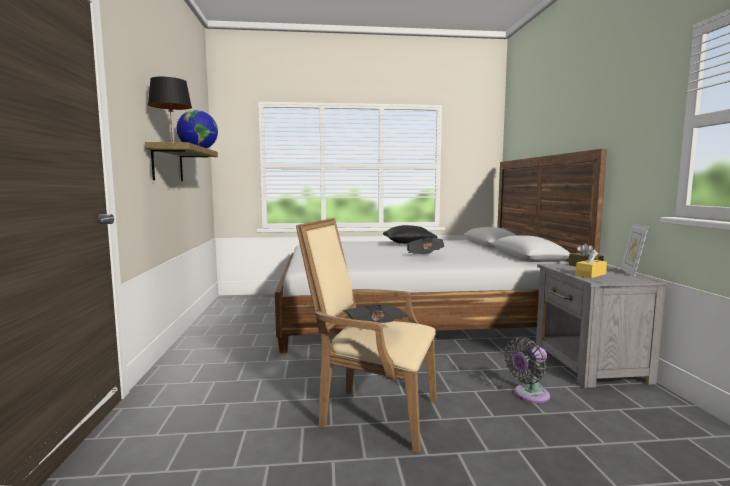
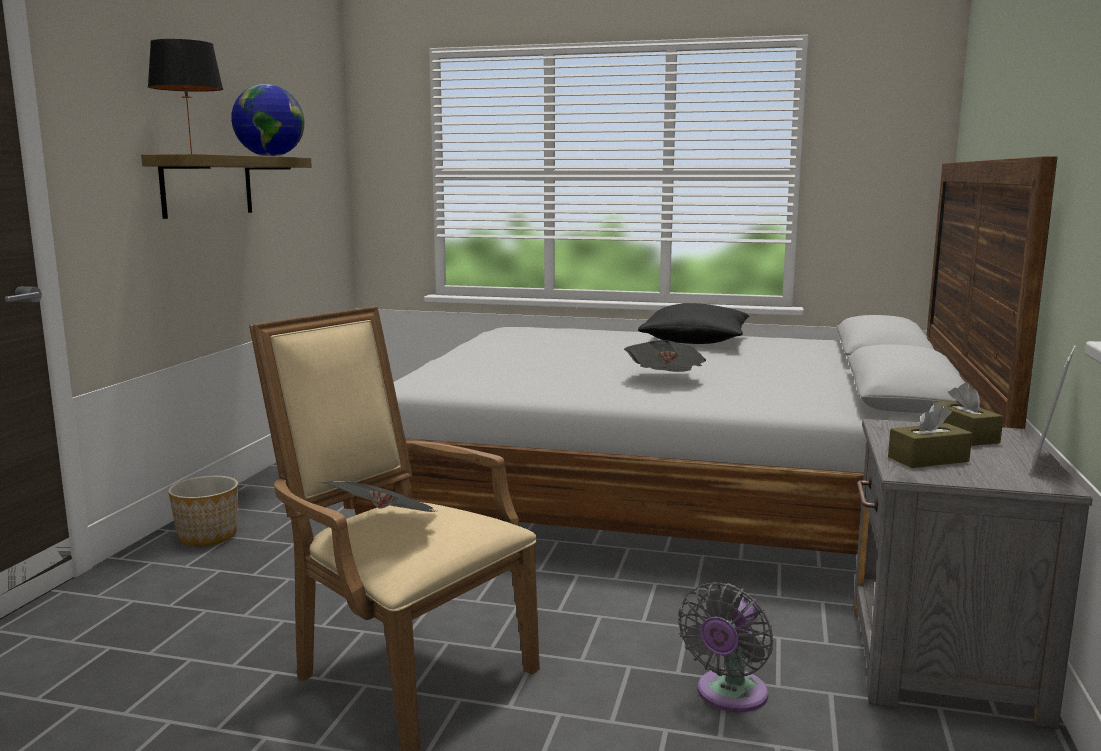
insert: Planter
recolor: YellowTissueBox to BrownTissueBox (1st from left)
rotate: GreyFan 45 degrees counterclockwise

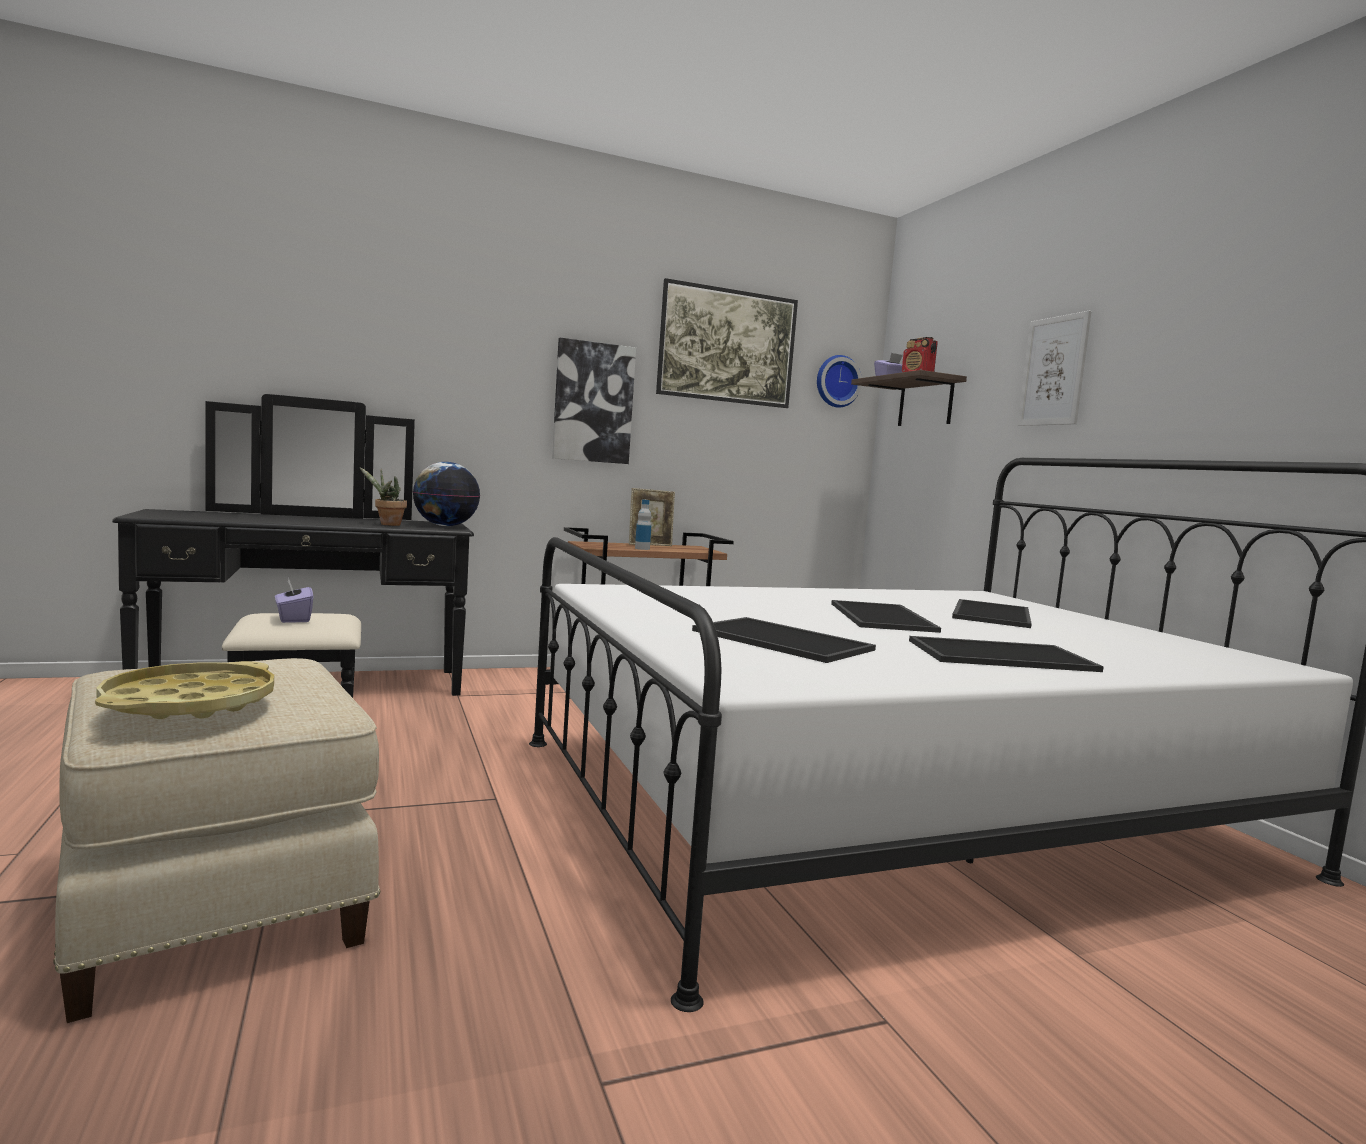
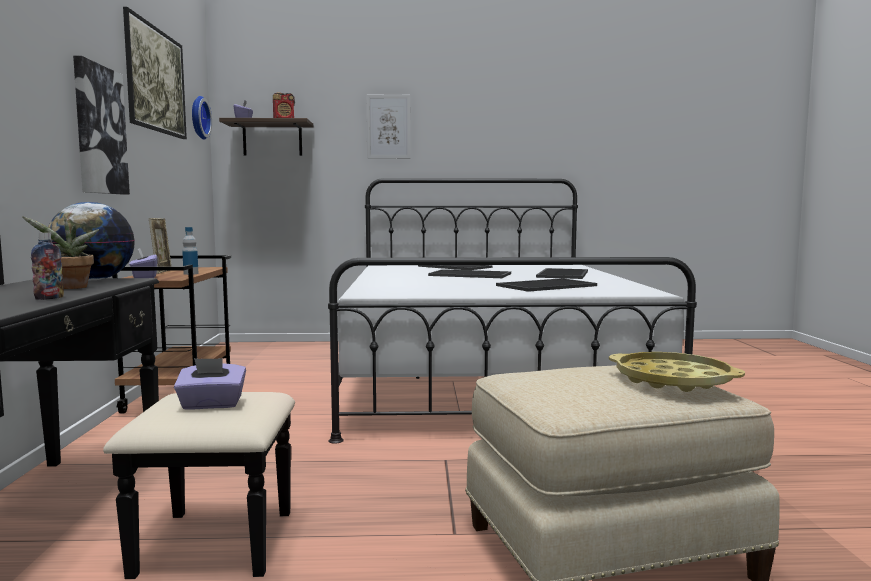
insert: Bottle (1st from left); PurpleTissueBox (1st from left)

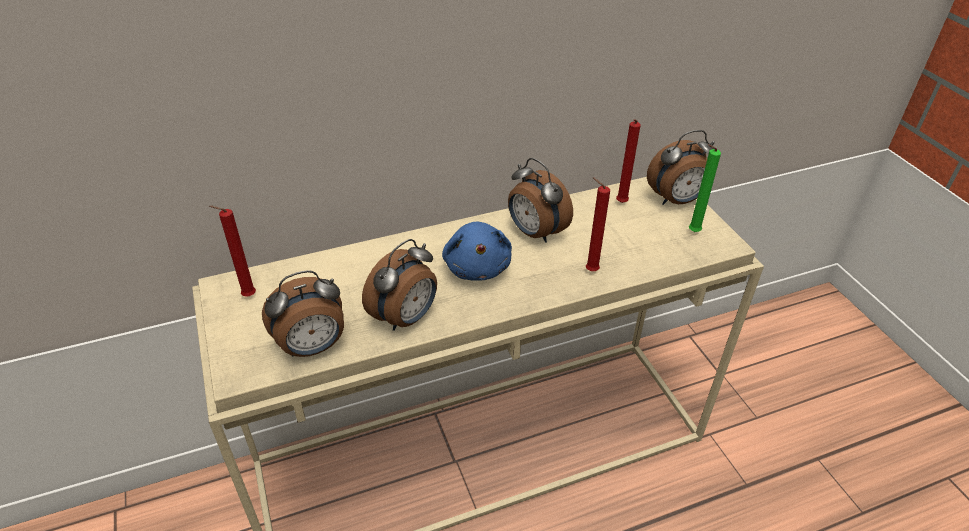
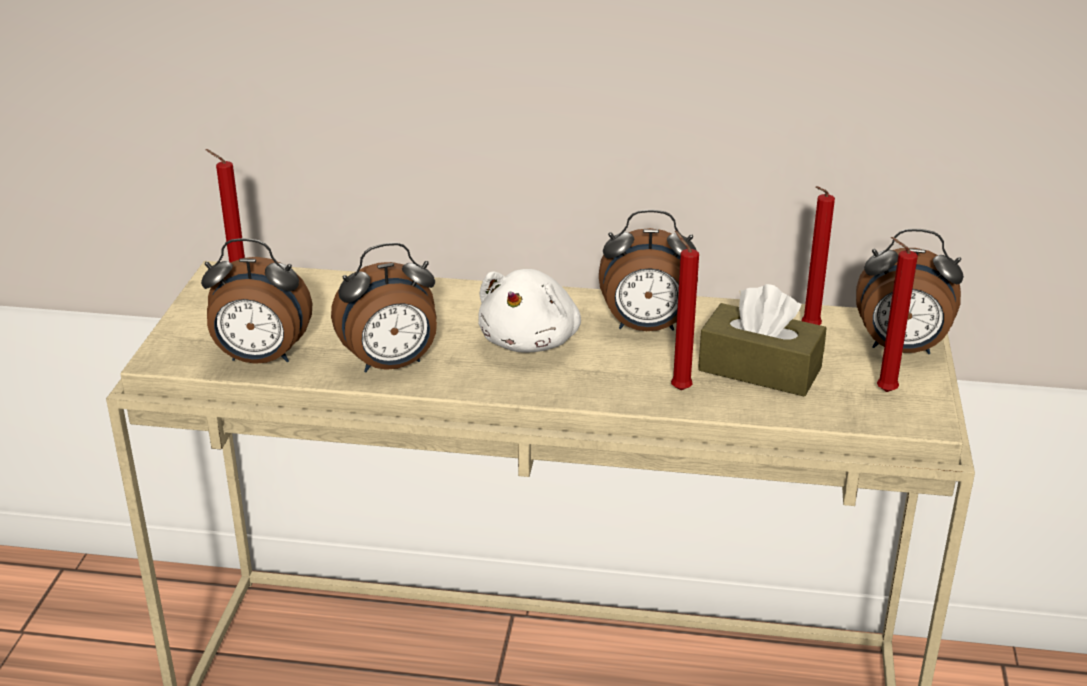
insert: BrownTissueBox
recolor: BluePlushToy to WhitePlushToy; GreenCandle to RedCandle (4th from left)
rotate: AlarmClock (3rd from left) 75 degrees counterclockwise

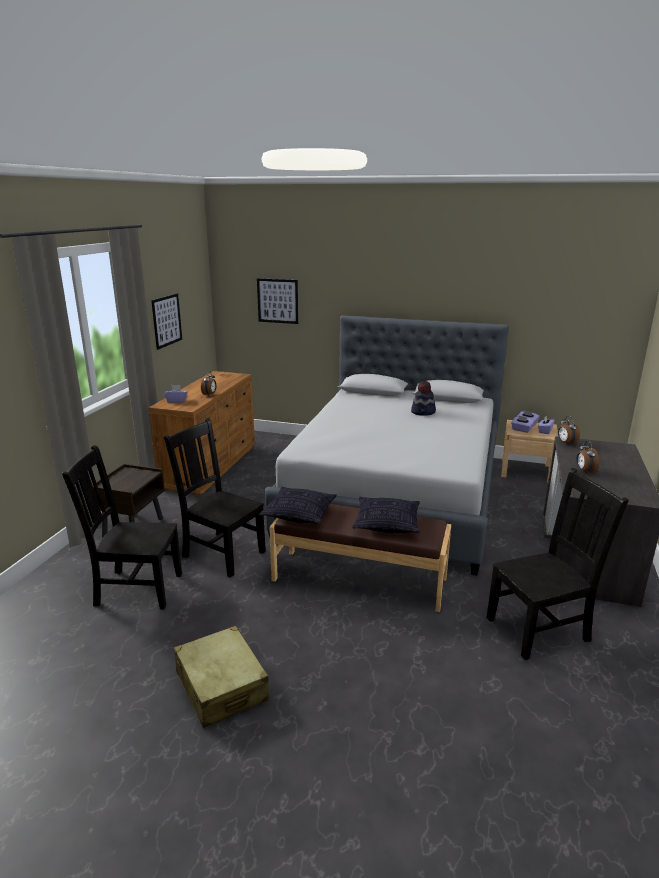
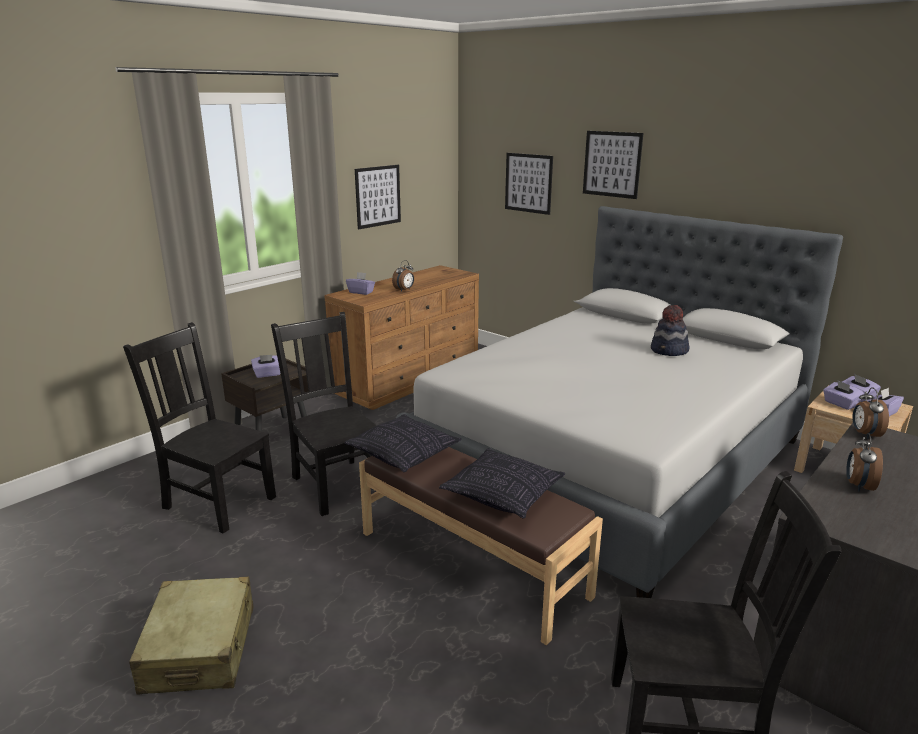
insert: PurpleTissueBox (1st from left); Picture (3rd from left)

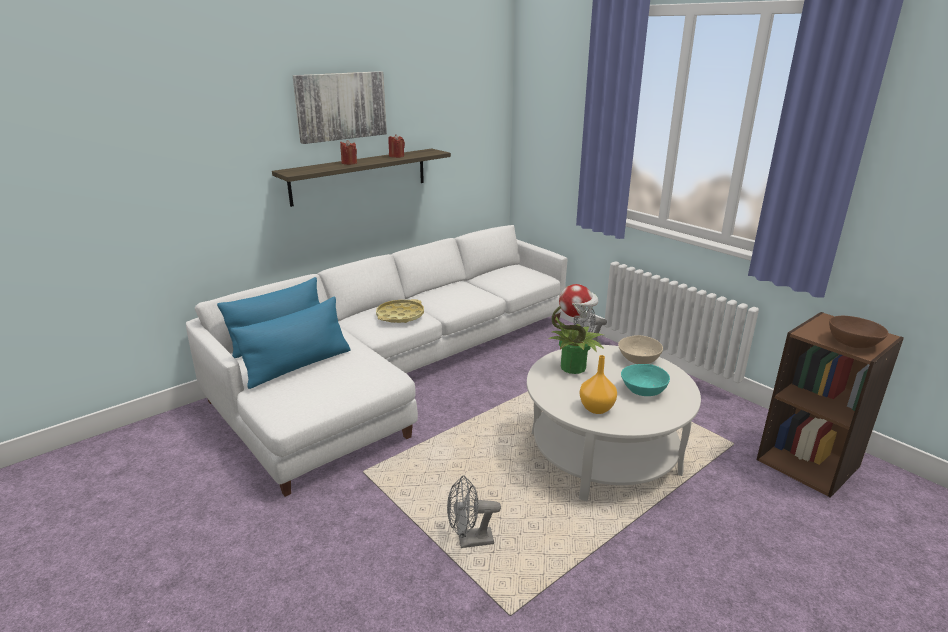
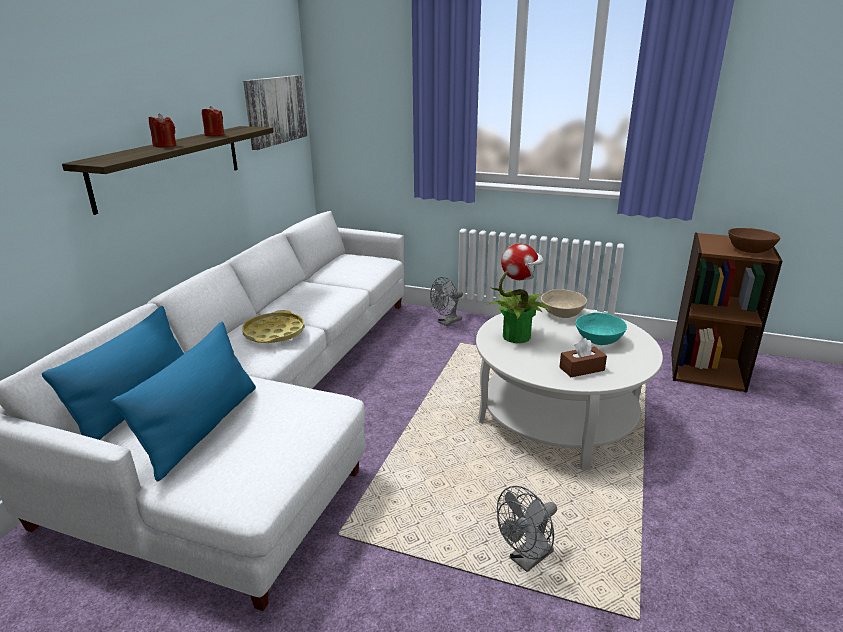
move: Picture
replace: OrangeVase to BrownTissueBox

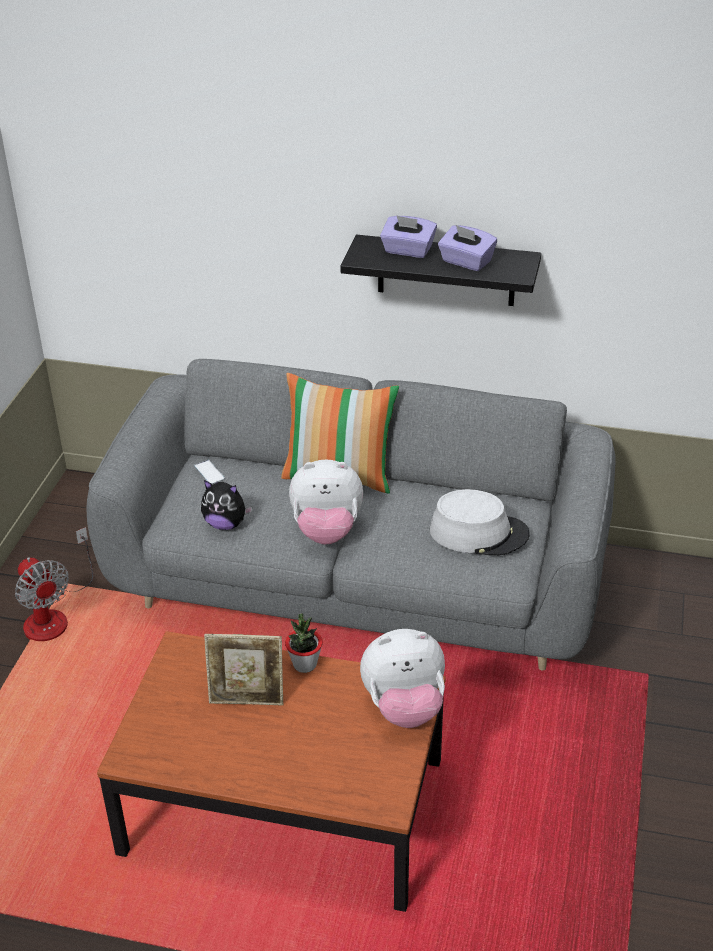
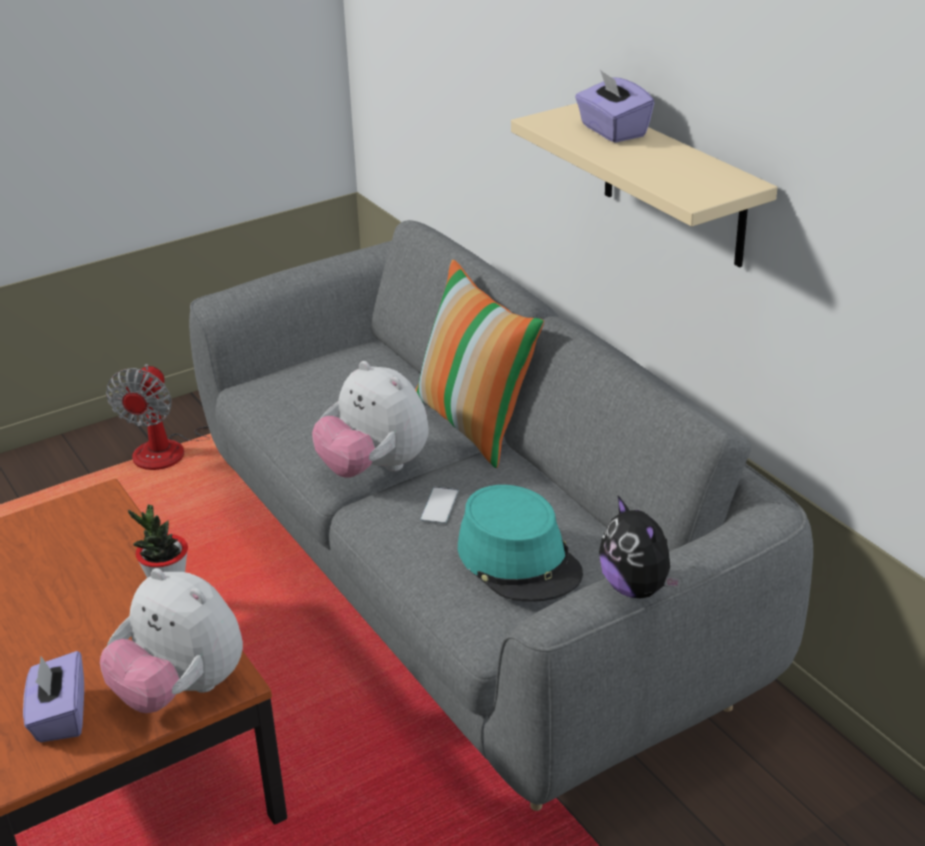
delete: PictureFrame
move: Phone; PlushToy (1st from left in the first image) to PlushToy (3rd from left); PurpleTissueBox (2nd from left in the first image) to PurpleTissueBox (1st from left)
recolor: BlackShelf to BeigeShelf; GreyHat to TurquoiseHat

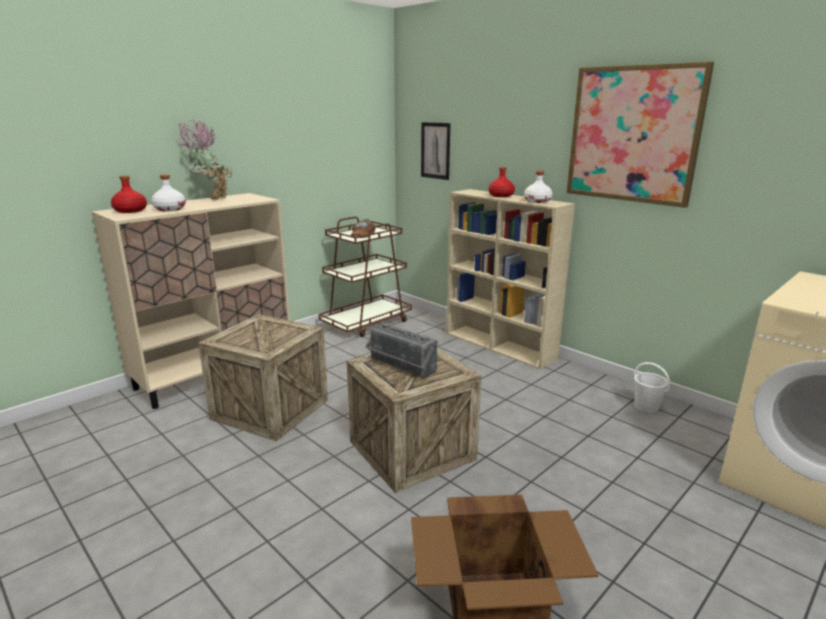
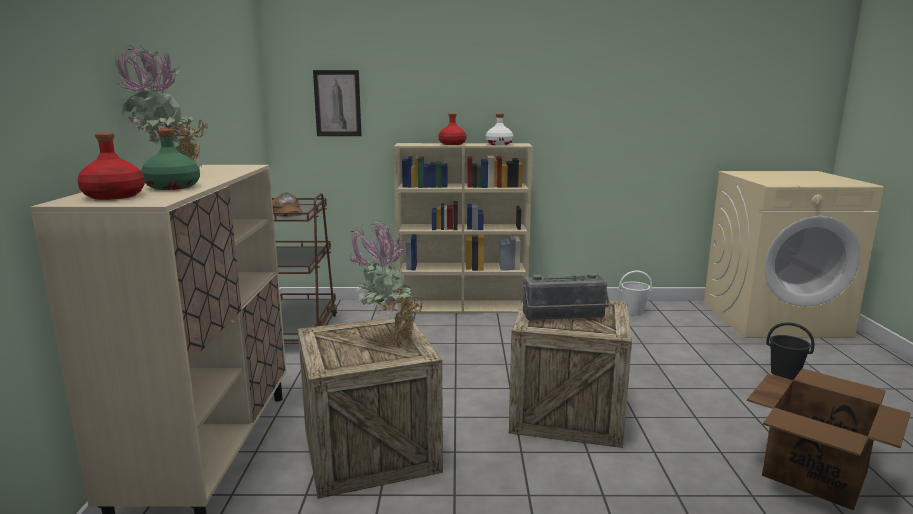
delete: Picture (2nd from left)
insert: PottedPlant (2nd from left); BlackBucket
recolor: WhiteBottle (1st from left) to GreenBottle

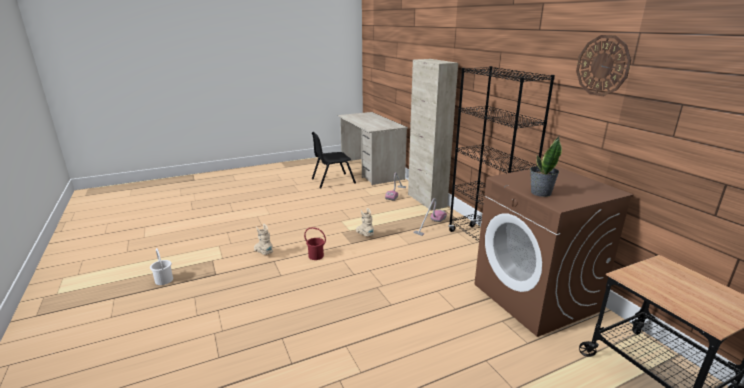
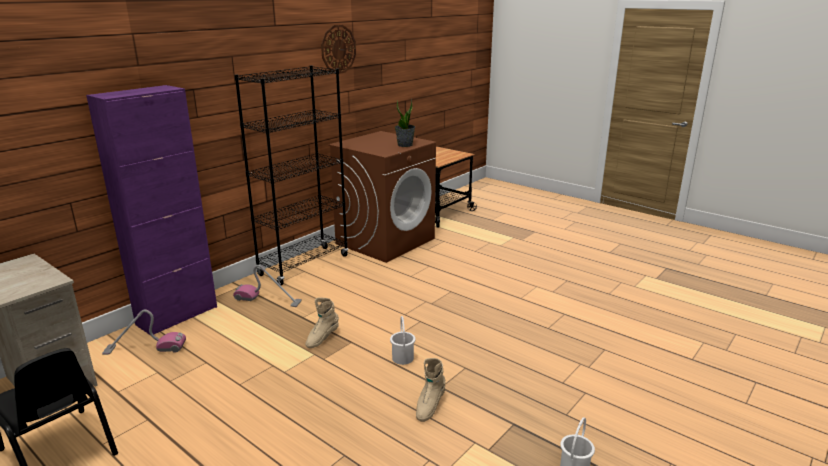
recolor: RedBucket to WhiteBucket (1st from left); BeigeCabinet to PurpleCabinet

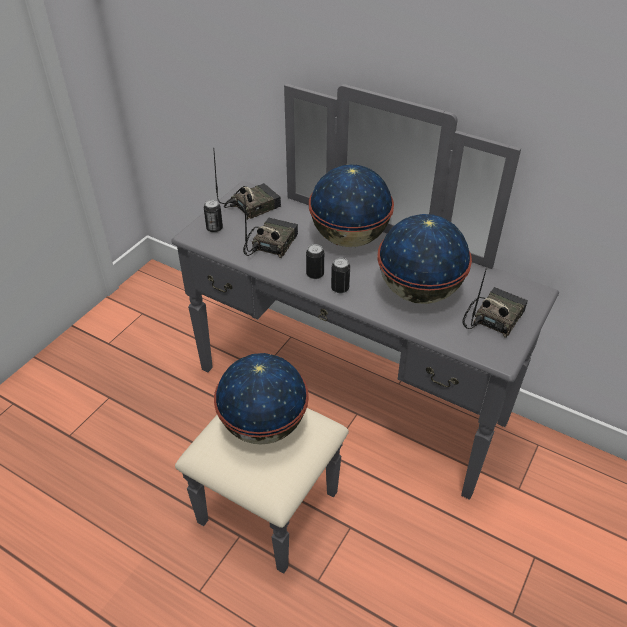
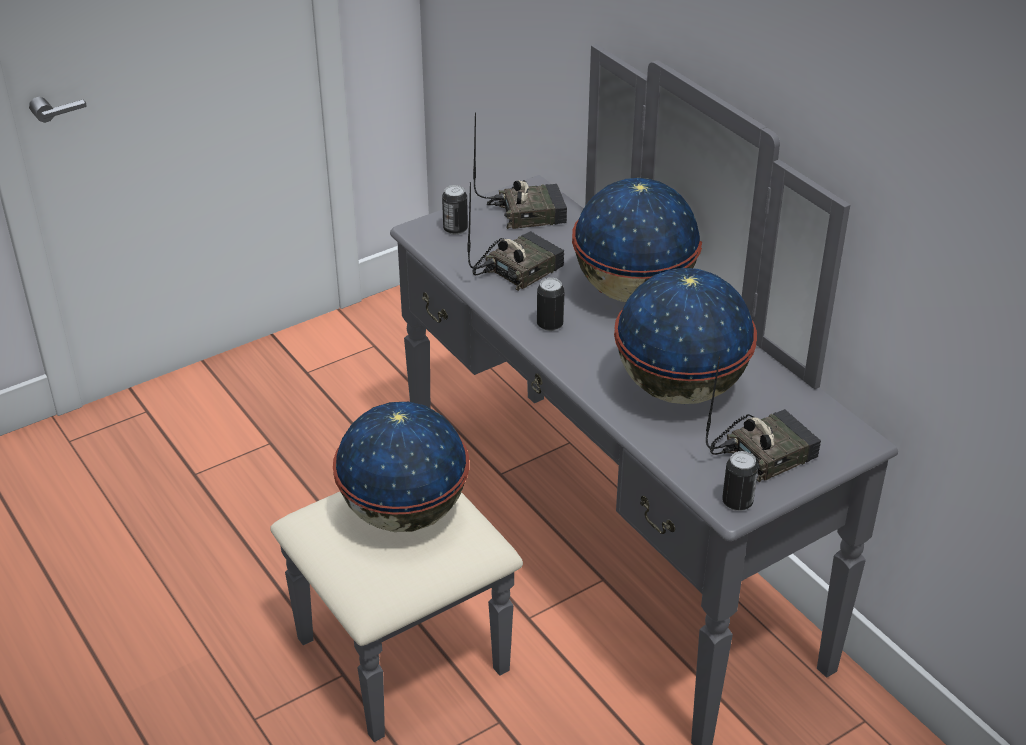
move: Can (3rd from left)

